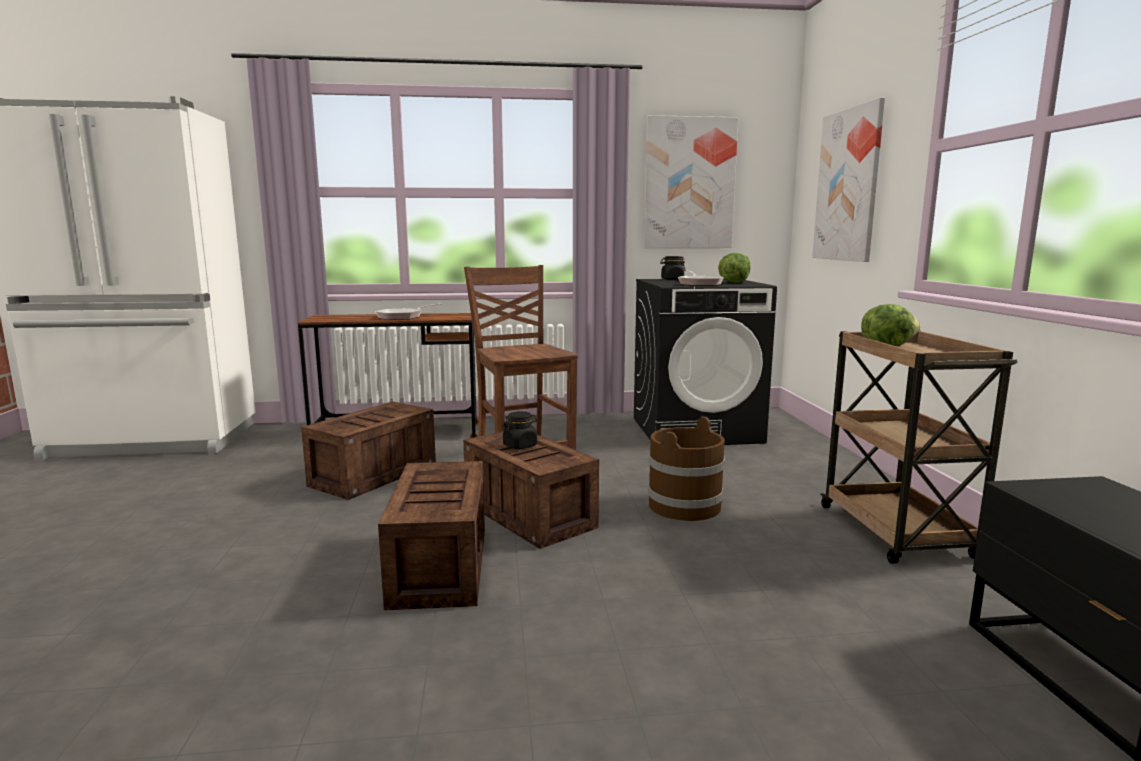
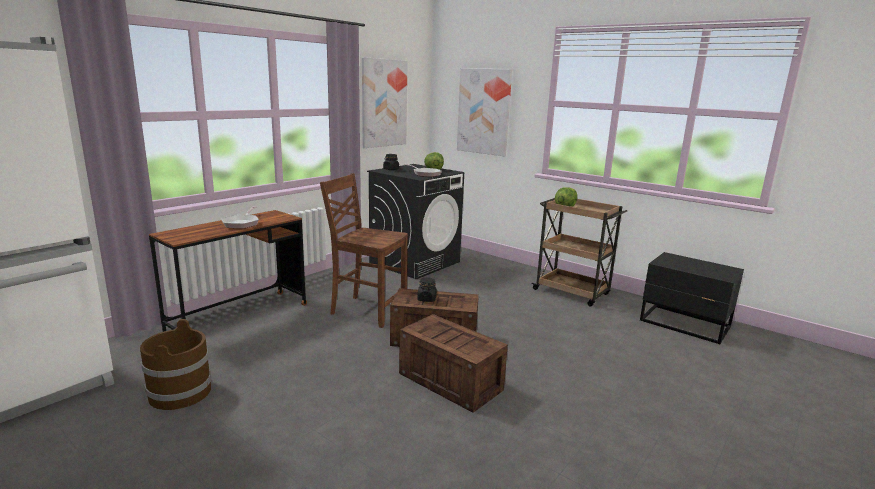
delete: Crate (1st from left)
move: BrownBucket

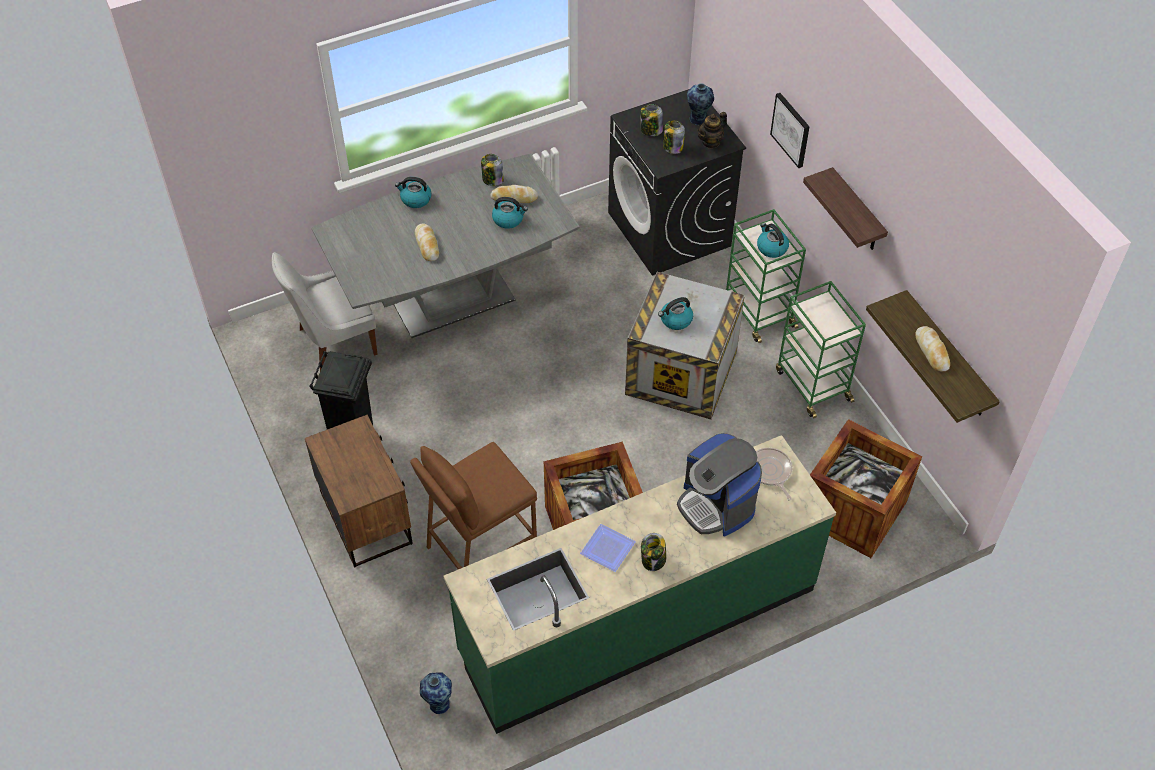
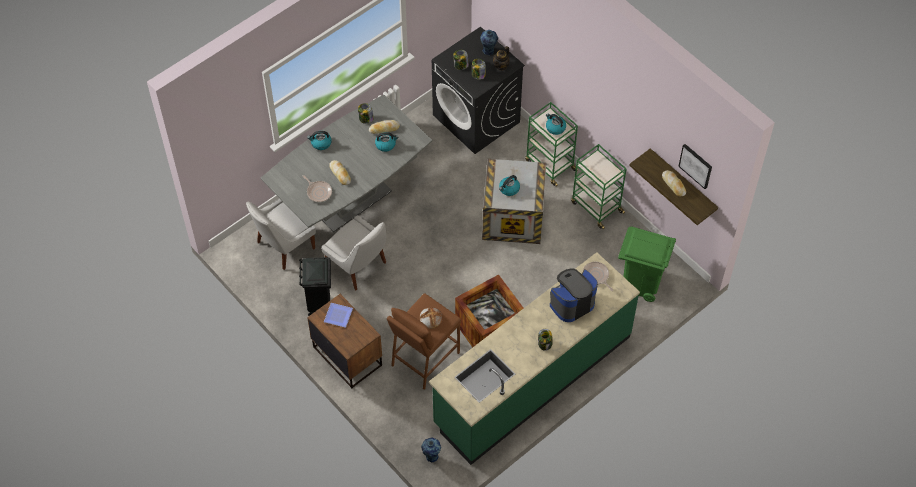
delete: Shelf (1st from left)
insert: FryingPan (1st from left); WhiteChair (2nd from left); Bread (3rd from left)
move: Plate; Picture
replace: Crate (3rd from left) to GreenTrashCan
rotate: CoffeeMachine 105 degrees clockwise

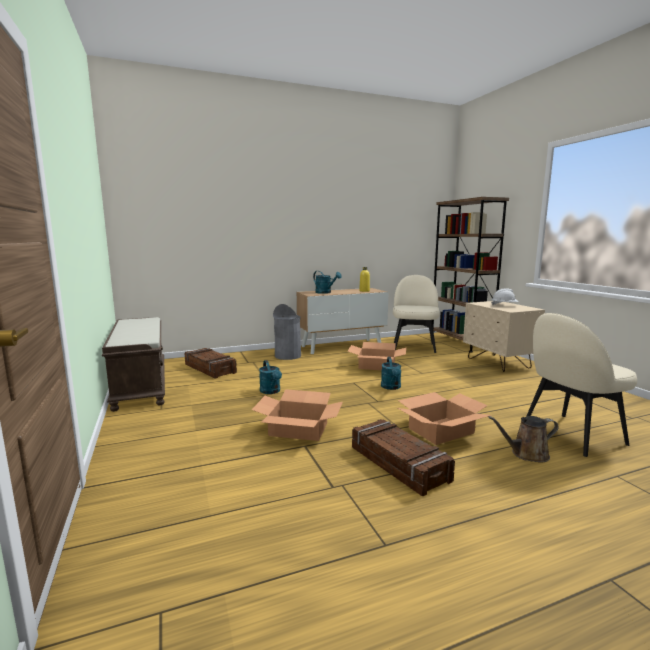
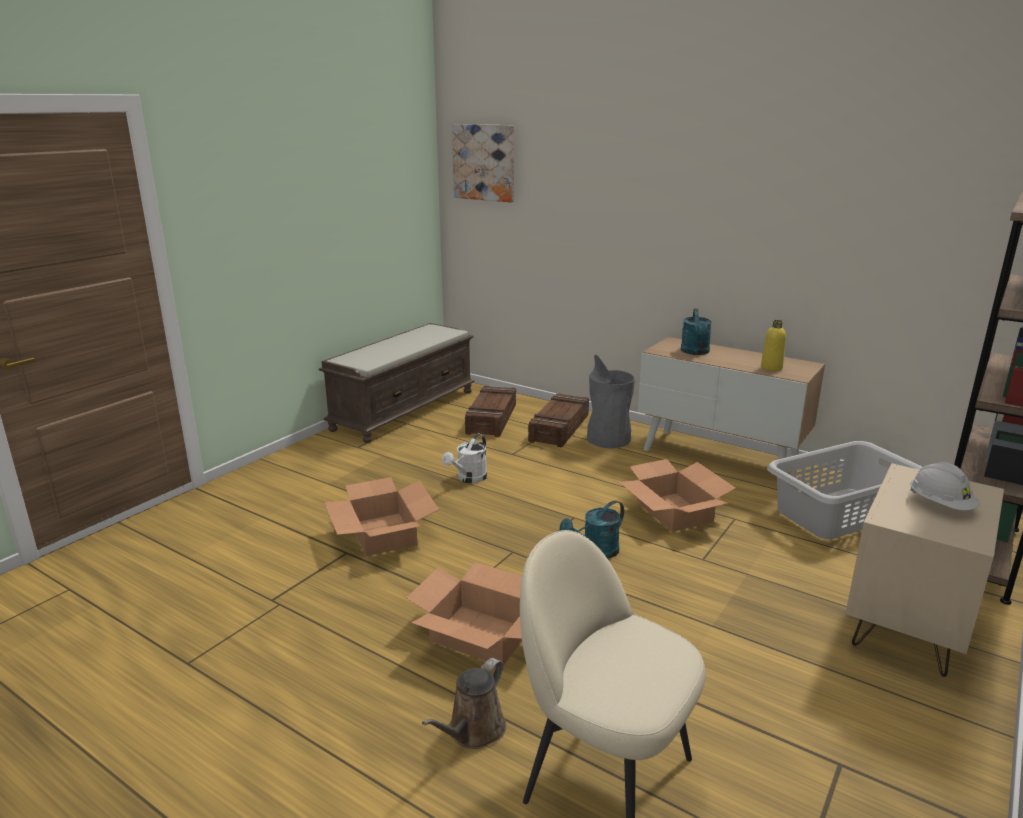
insert: Picture
move: Crate (2nd from left)
replace: BeigeChair (1st from left) to GreyLaundryBasket
recolor: TurquoiseWateringCan (1st from left) to WhiteWateringCan
rotate: BrownWateringCan 105 degrees counterclockwise

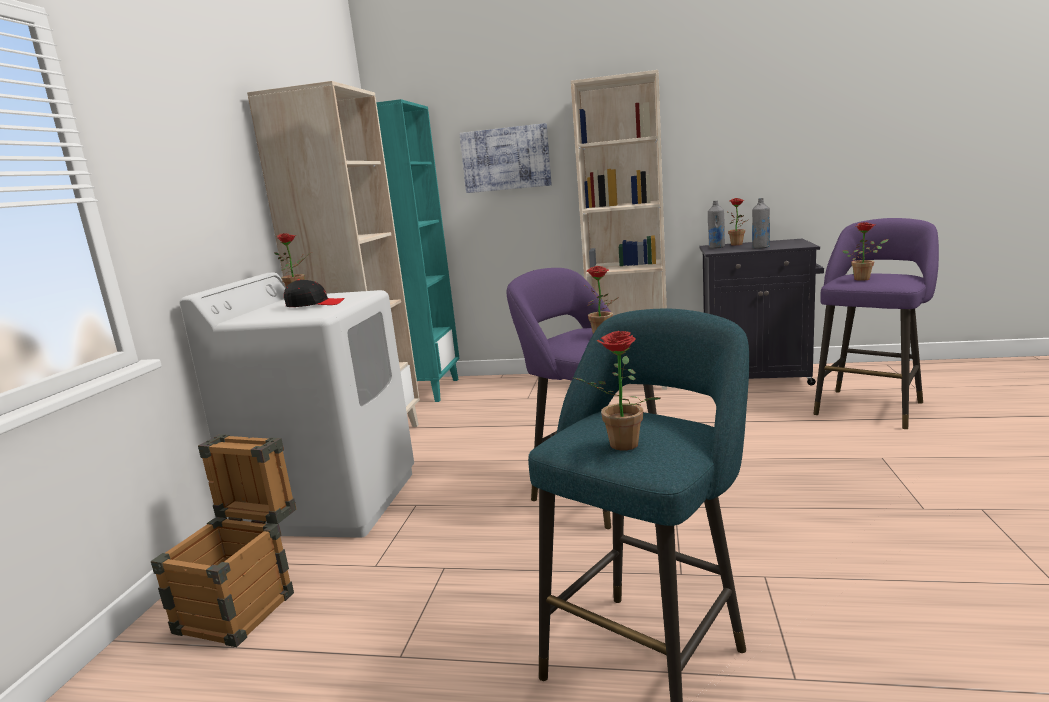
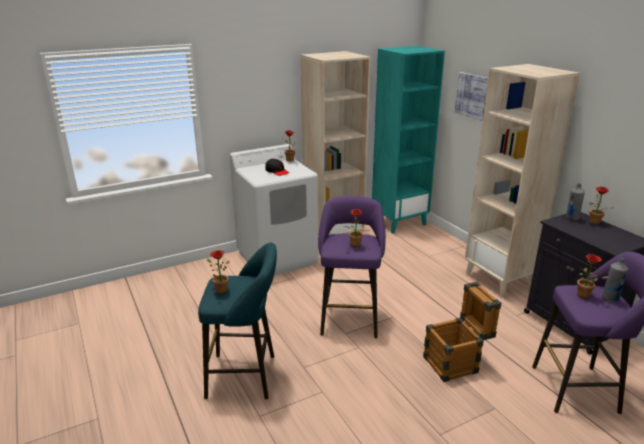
move: Crate; GreyBottle (2nd from left)

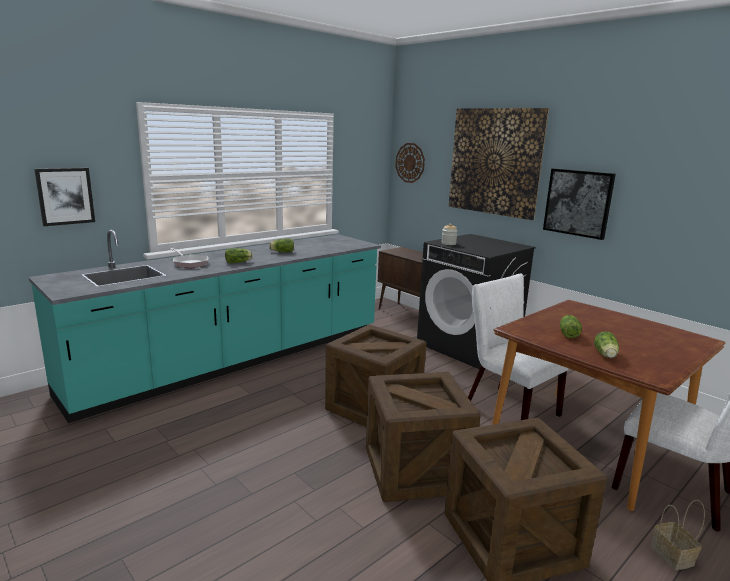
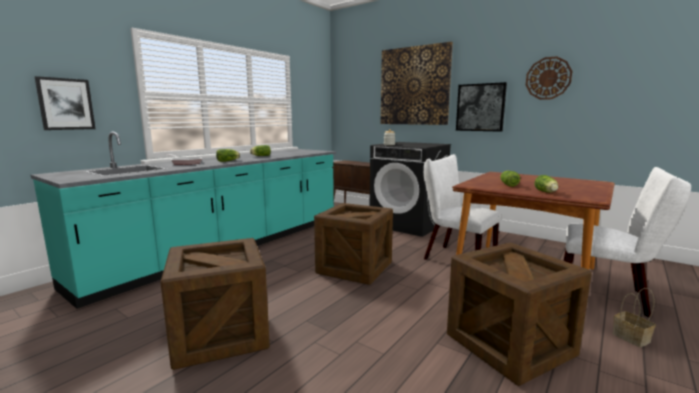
move: Crate (2nd from left in the first image) to Crate (1st from left); WallClock

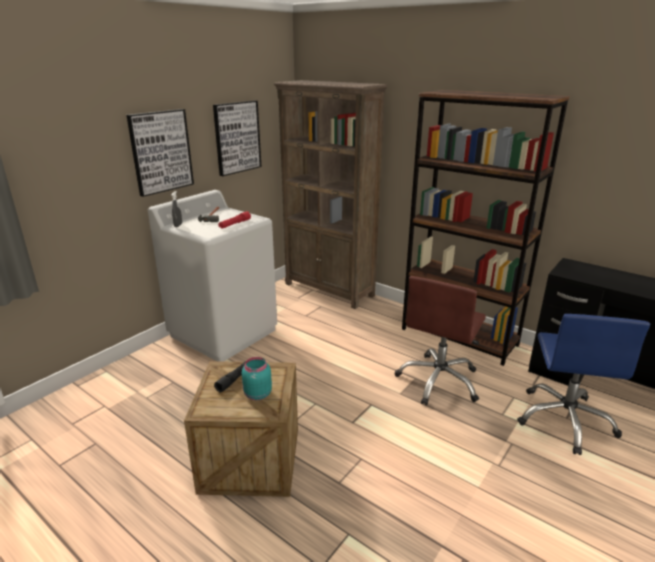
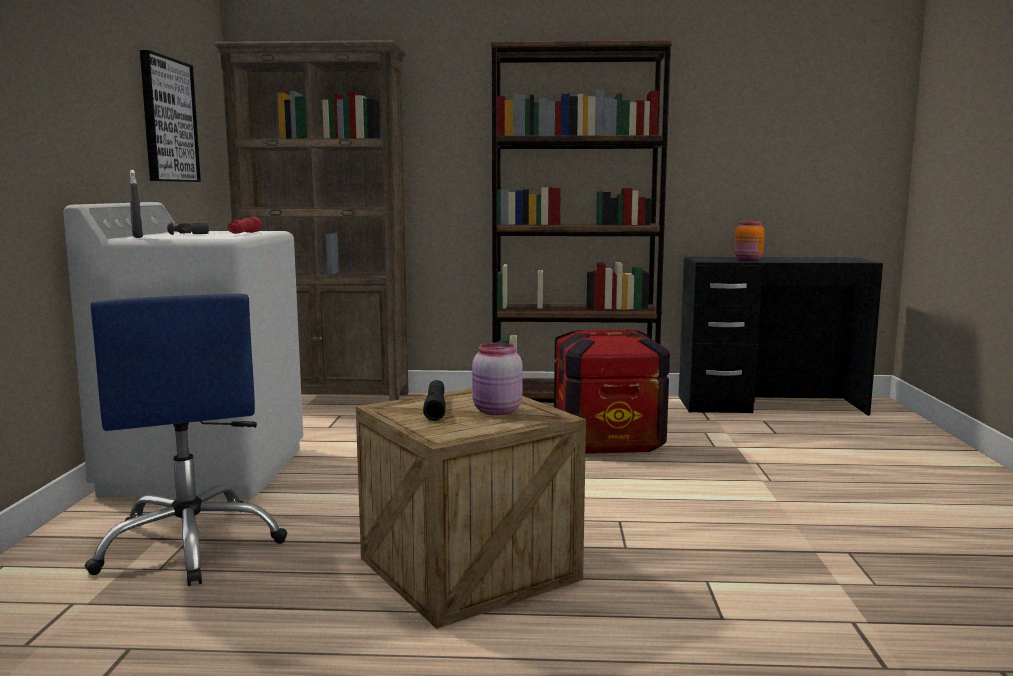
delete: Picture (1st from left)
insert: OrangeJar
move: BlueOfficeChair
replace: BrownOfficeChair to Crate (2nd from left)
recolor: TurquoiseJar to PinkJar

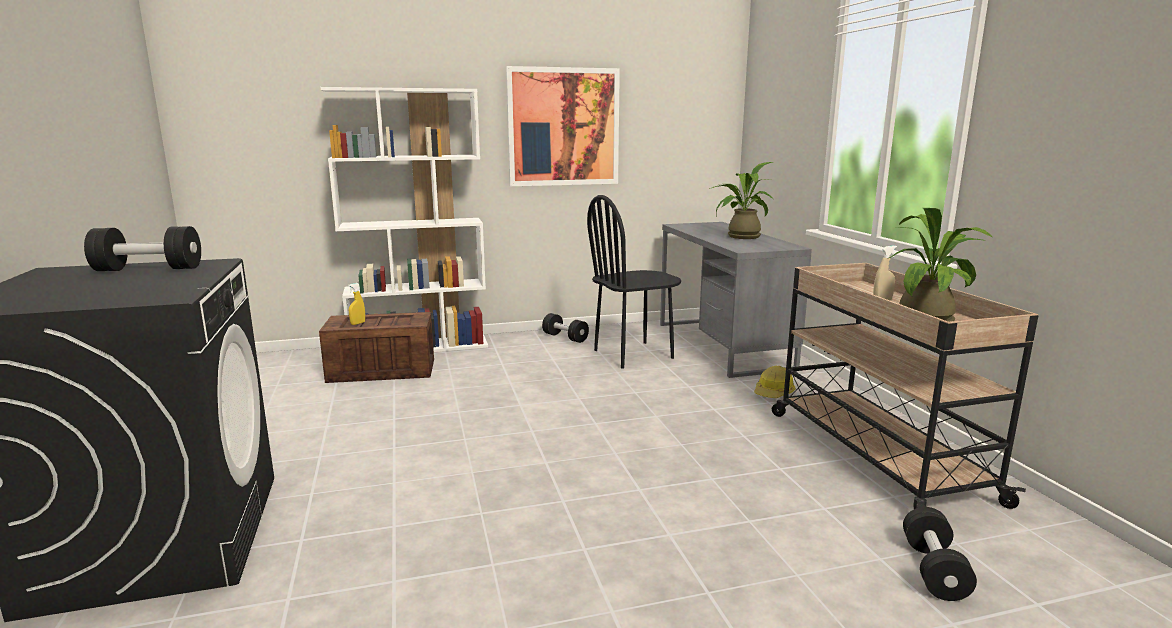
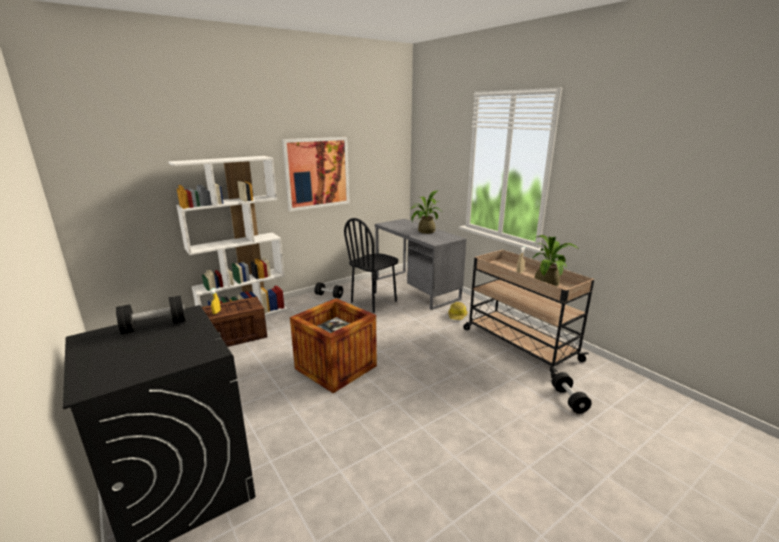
insert: Crate (2nd from left)

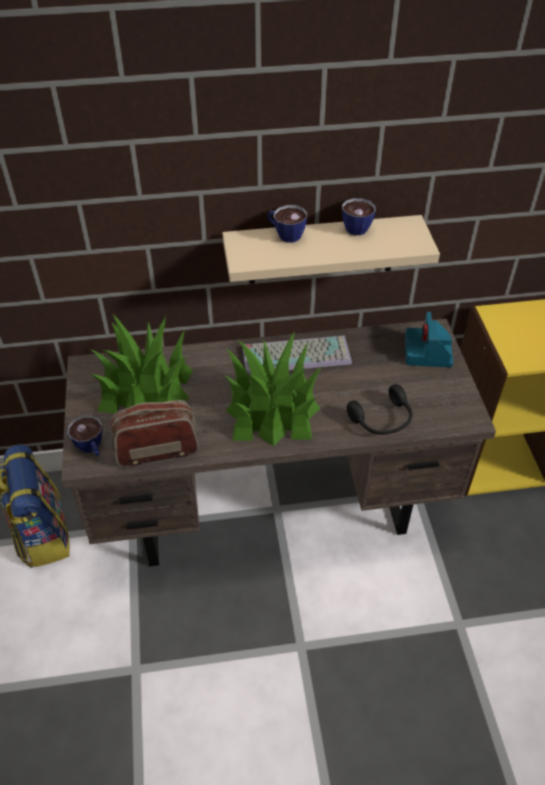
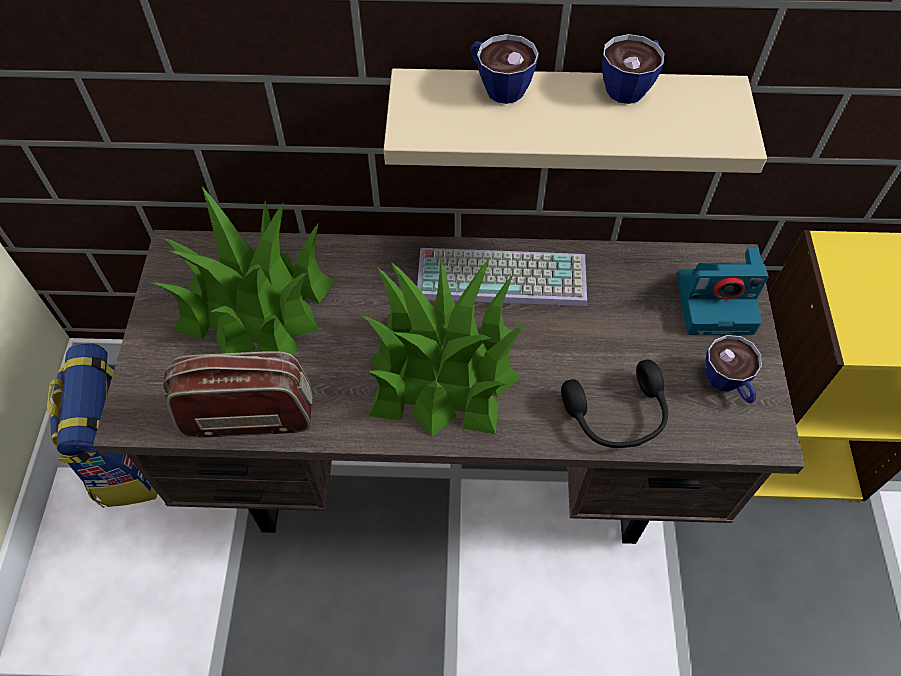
move: Cup (1st from left in the first image) to Cup (3rd from left)
rotate: PhotoCamera 105 degrees counterclockwise

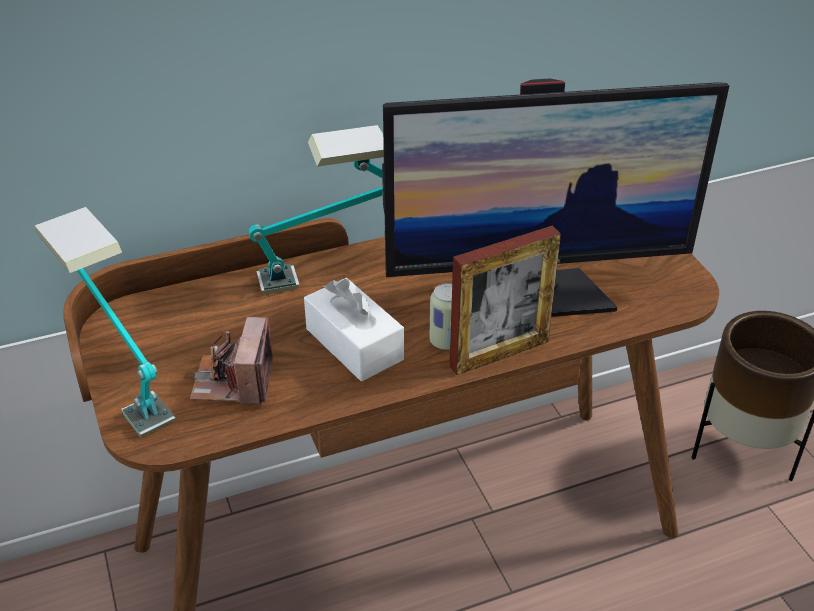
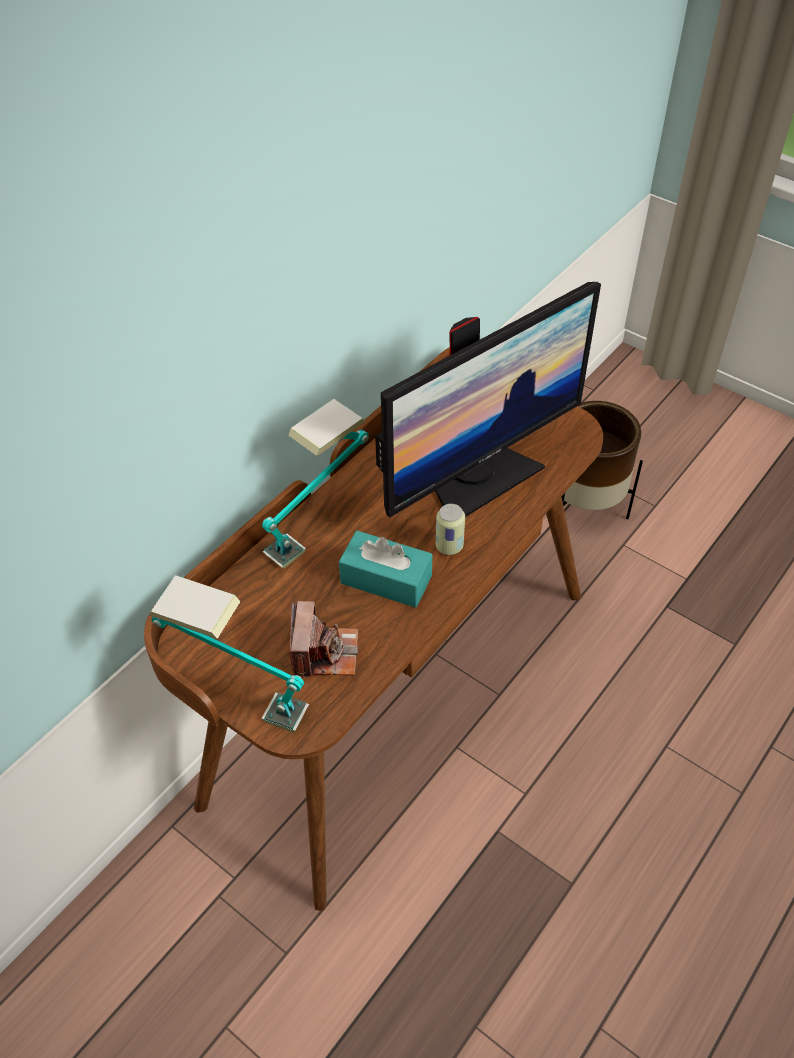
delete: PictureFrame
recolor: WhiteTissueBox to TurquoiseTissueBox
rotate: PhotoCamera 150 degrees counterclockwise

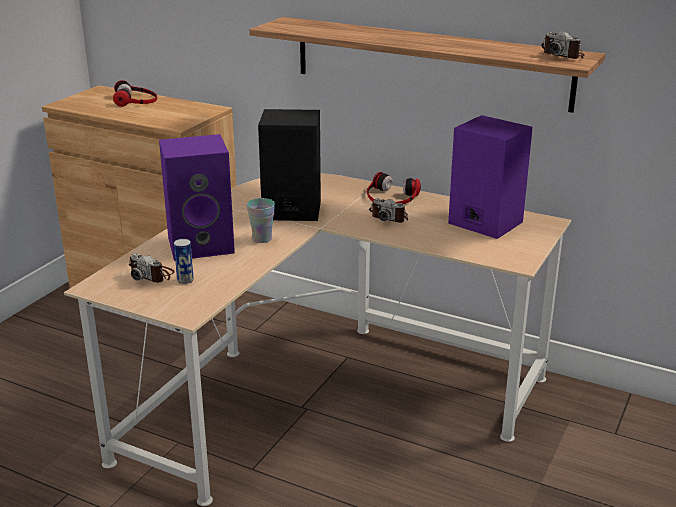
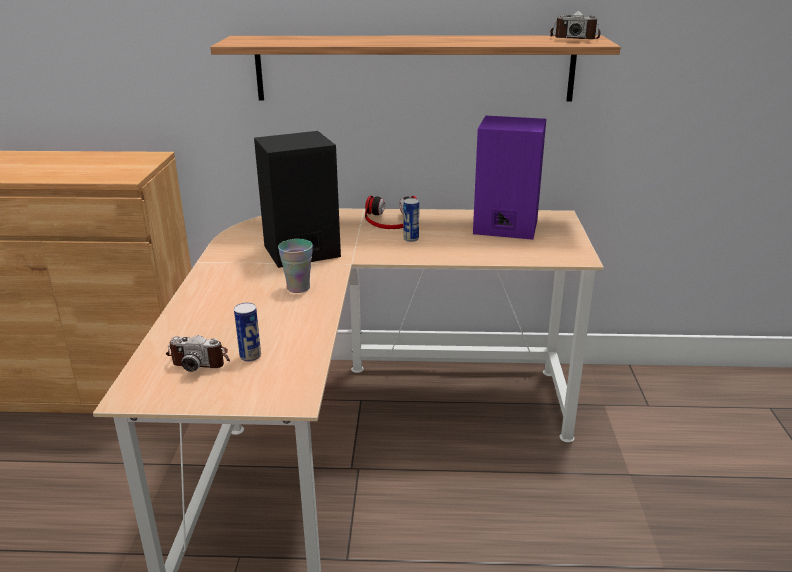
delete: Headphones (1st from left); PurpleSpeaker (1st from left)
replace: PhotoCamera (2nd from left) to Can (2nd from left)

